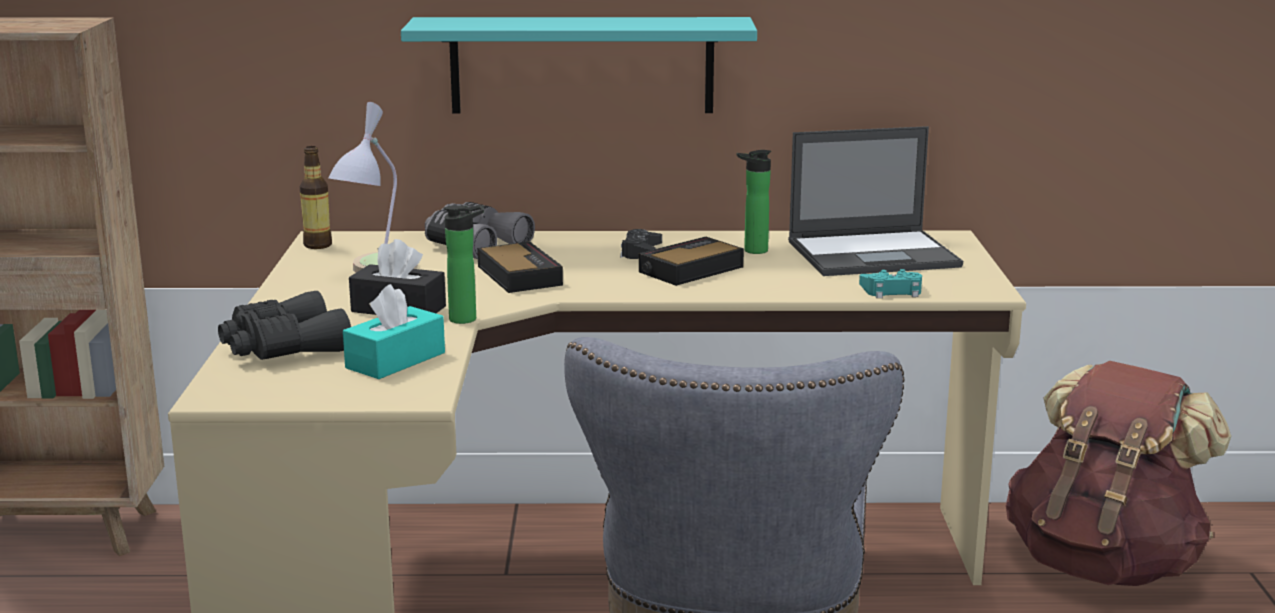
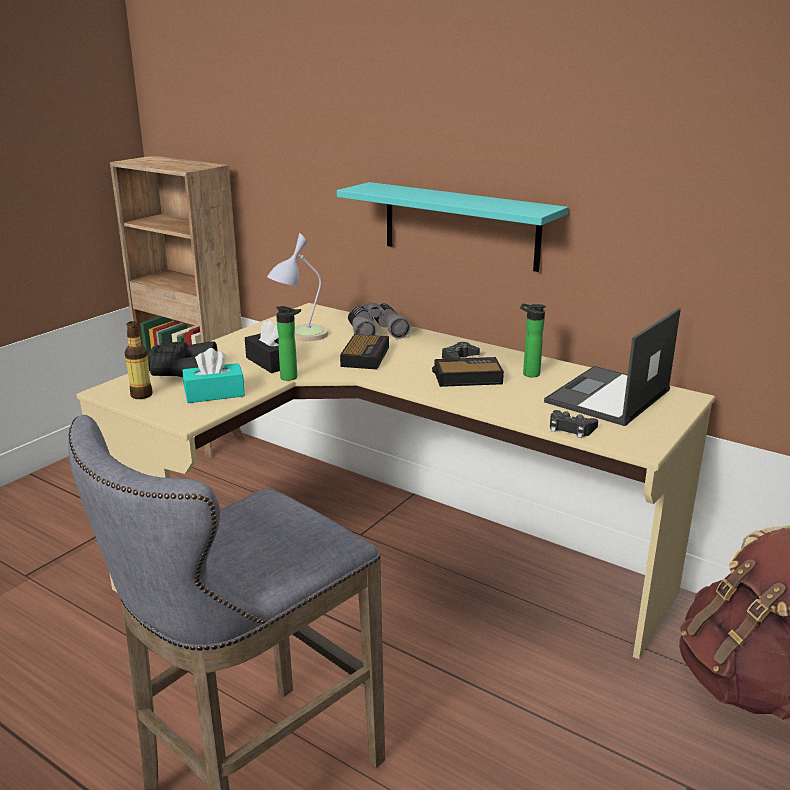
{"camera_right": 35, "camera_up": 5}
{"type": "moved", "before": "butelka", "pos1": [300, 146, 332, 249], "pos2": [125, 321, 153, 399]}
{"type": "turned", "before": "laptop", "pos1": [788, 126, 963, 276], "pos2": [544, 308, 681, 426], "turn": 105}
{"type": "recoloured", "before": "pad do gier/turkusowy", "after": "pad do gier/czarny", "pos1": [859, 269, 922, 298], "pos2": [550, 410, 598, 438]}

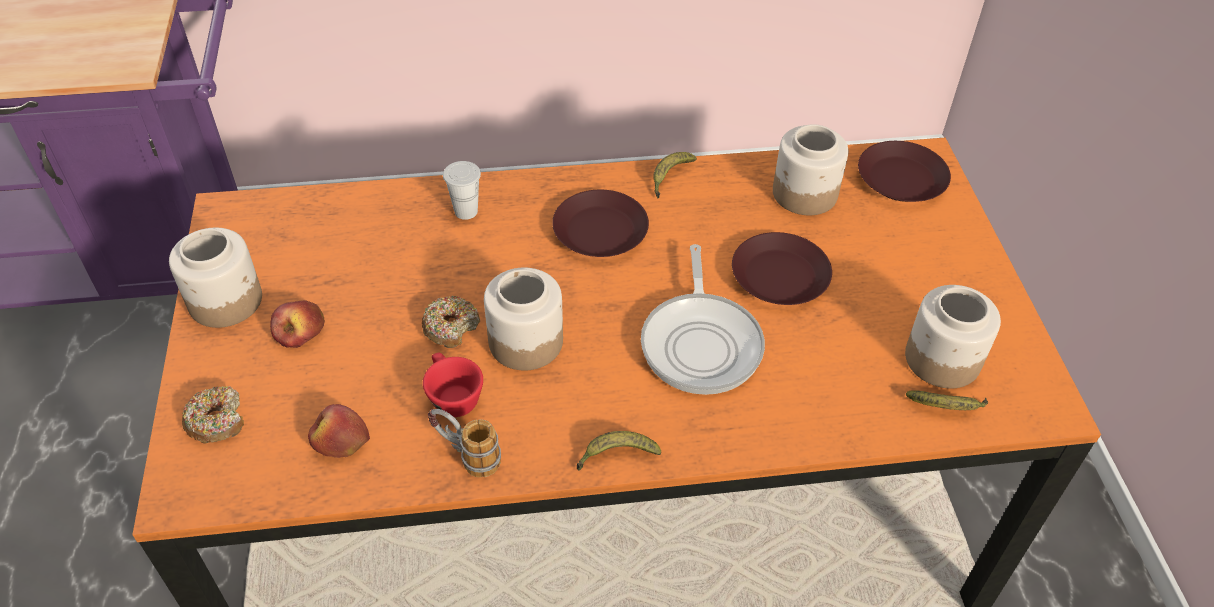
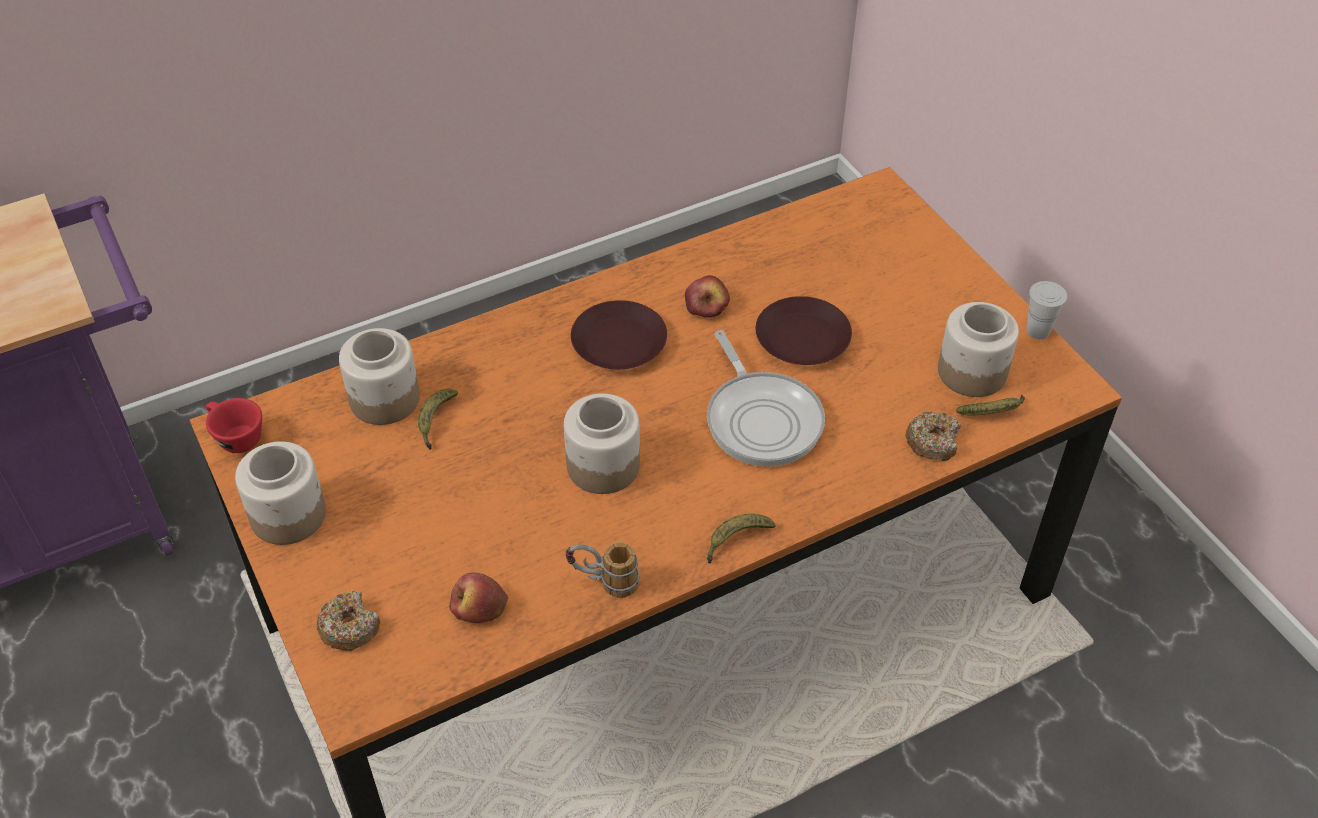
{"camera_right": -20, "camera_up": 0}
{"type": "moved", "before": "jabłko", "pos1": [270, 301, 325, 348], "pos2": [685, 275, 730, 318]}
{"type": "moved", "before": "donut", "pos1": [422, 296, 480, 348], "pos2": [905, 411, 961, 461]}
{"type": "moved", "before": "filiżanka/czerwony", "pos1": [423, 353, 483, 417], "pos2": [206, 398, 262, 453]}
{"type": "moved", "before": "filiżanka/biały", "pos1": [443, 161, 481, 220], "pos2": [1026, 281, 1068, 339]}
{"type": "moved", "before": "banan", "pos1": [653, 152, 697, 198], "pos2": [418, 389, 458, 450]}
{"type": "moved", "before": "słoik", "pos1": [773, 124, 848, 215], "pos2": [339, 328, 420, 425]}
{"type": "removed", "before": "talerz/brązowy", "pos1": [858, 141, 951, 202]}

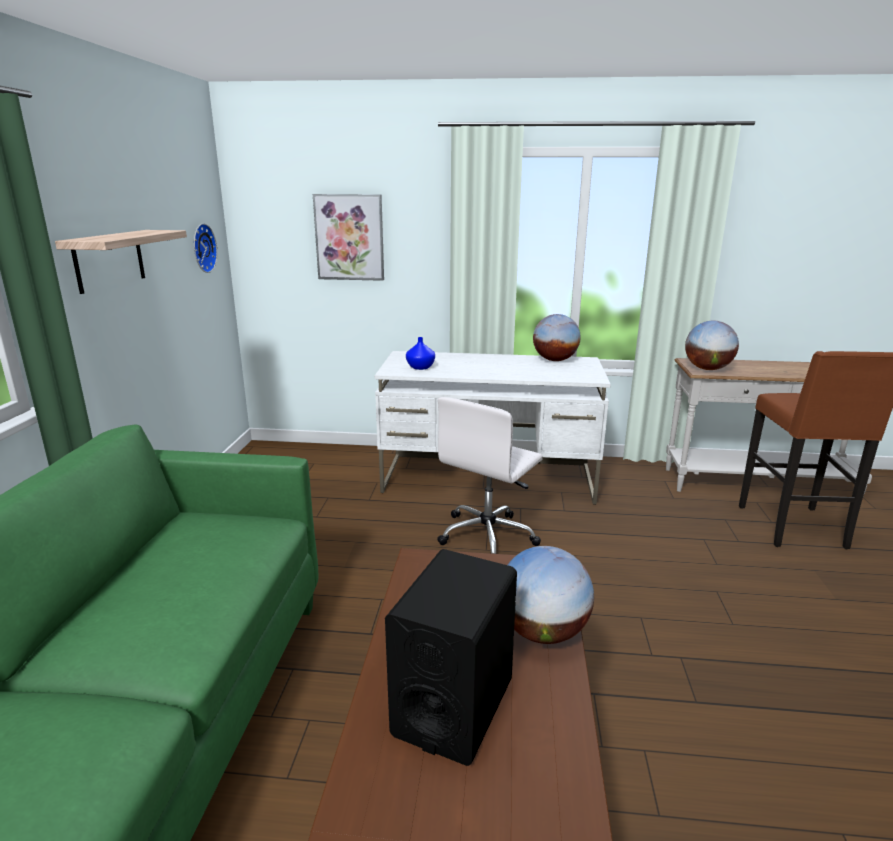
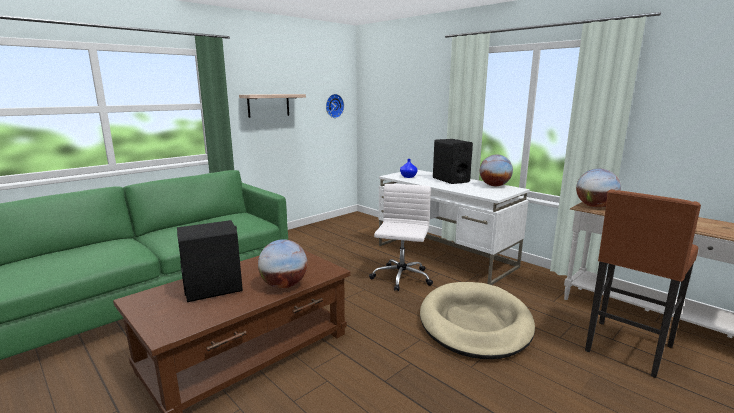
{"camera_right": 40, "camera_up": -5}
{"type": "removed", "before": "obraz", "pos1": [313, 194, 384, 281]}
{"type": "turned", "before": "krzesło biurowe/biały", "pos1": [437, 397, 543, 554], "pos2": [369, 184, 433, 291], "turn": 120}
{"type": "added", "after": "legowisko/beżowy", "pos2": [420, 282, 535, 359]}
{"type": "added", "after": "głośnik/czarny", "pos2": [433, 139, 473, 184]}

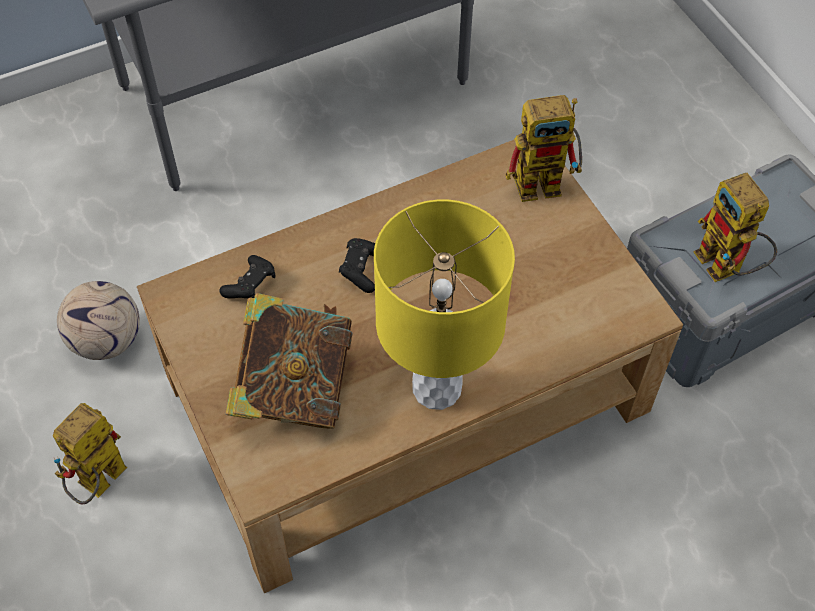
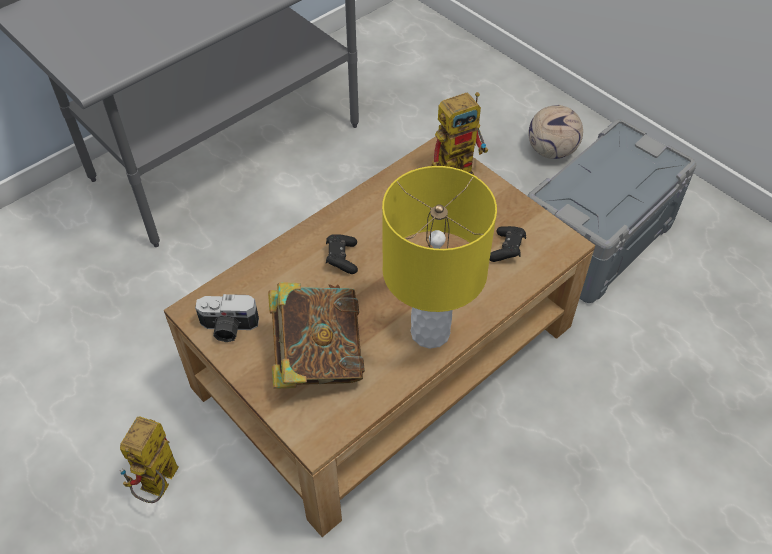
{"camera_right": -15, "camera_up": -5}
{"type": "moved", "before": "piłka futbolowa", "pos1": [57, 281, 140, 360], "pos2": [528, 105, 583, 159]}
{"type": "moved", "before": "pad do gier/czarny", "pos1": [220, 255, 275, 298], "pos2": [490, 226, 526, 262]}
{"type": "removed", "before": "robot zabawkowy", "pos1": [694, 173, 777, 282]}
{"type": "added", "after": "aparat fotograficzny", "pos2": [195, 294, 259, 342]}

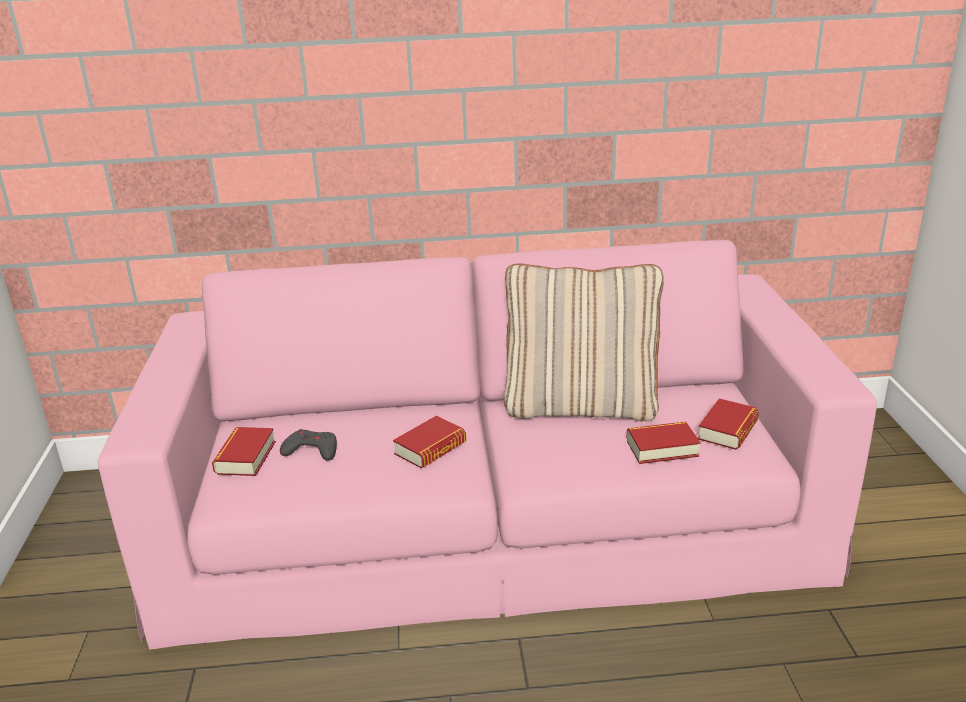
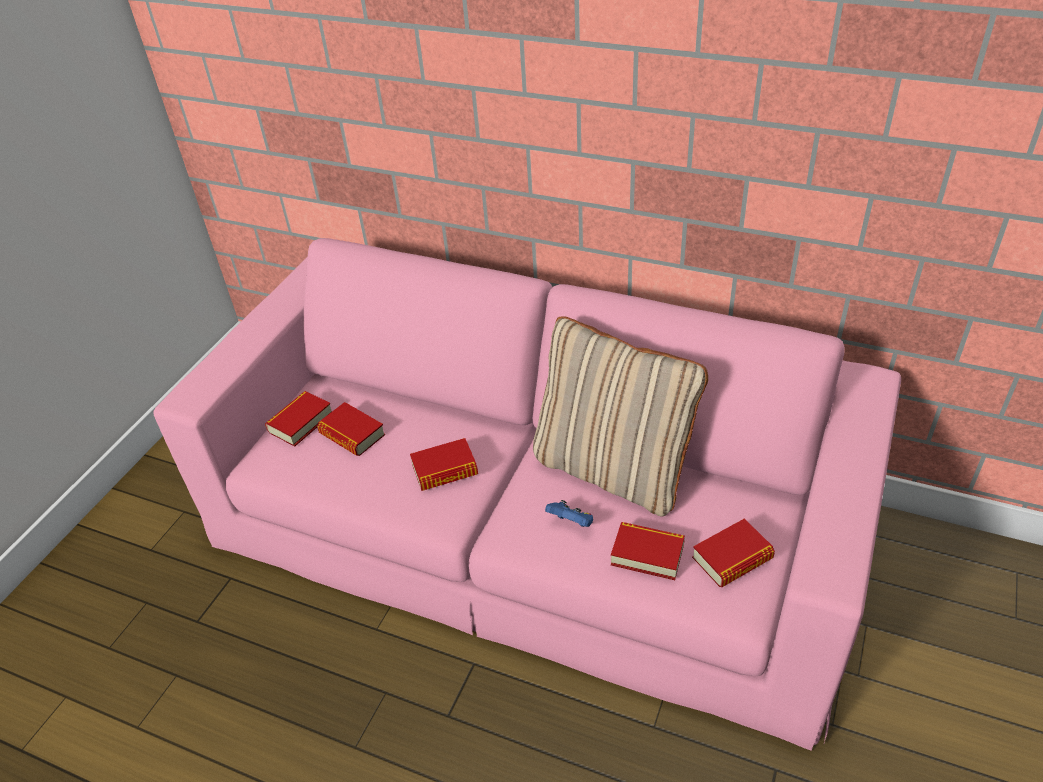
{"camera_right": 30, "camera_up": 15}
{"type": "replaced", "before": "pad do gier/szary", "after": "książka", "pos1": [280, 429, 337, 460], "pos2": [317, 402, 385, 456]}
{"type": "added", "after": "pad do gier/niebieski", "pos2": [545, 500, 593, 527]}

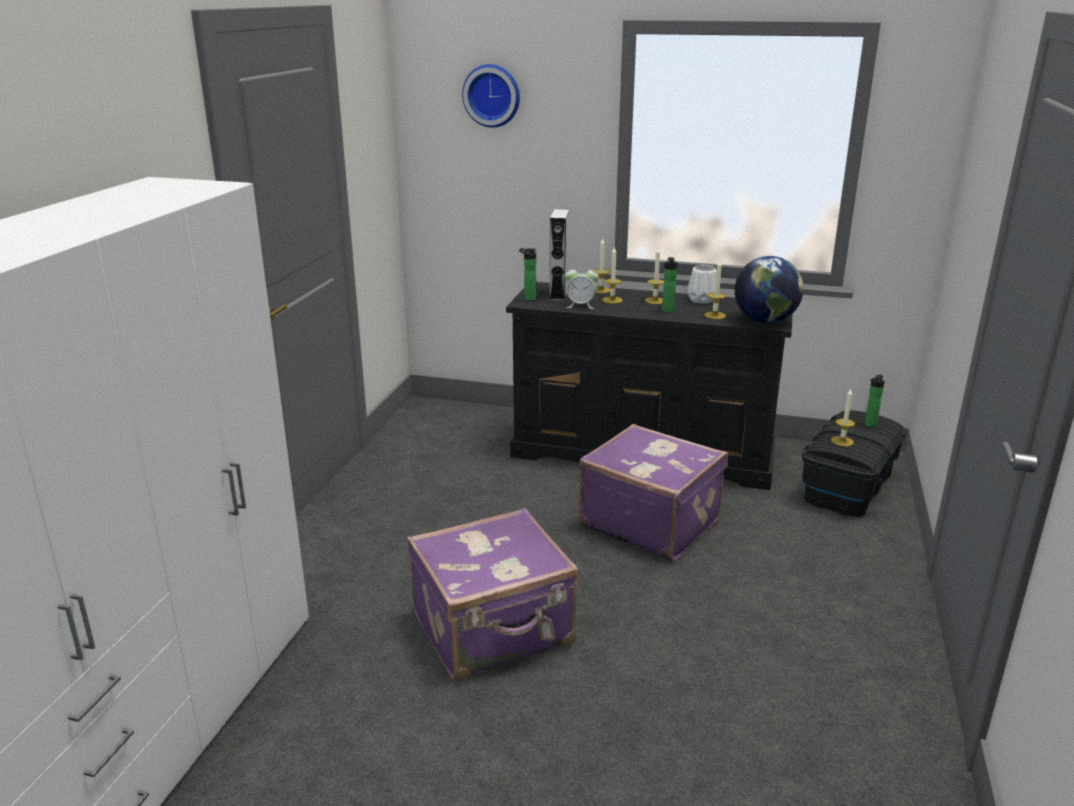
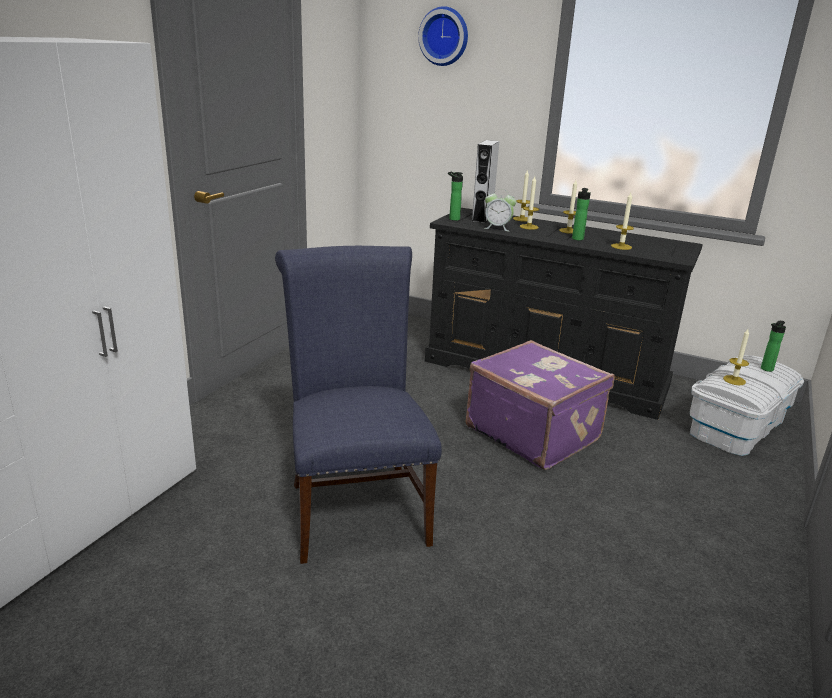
{"camera_right": 10, "camera_up": 0}
{"type": "replaced", "before": "walizka/fioletowy", "after": "krzesło/niebieski", "pos1": [407, 508, 578, 680], "pos2": [275, 246, 442, 564]}
{"type": "removed", "before": "wazon/biały", "pos1": [688, 265, 716, 304]}
{"type": "removed", "before": "globus", "pos1": [735, 256, 804, 323]}
{"type": "recoloured", "before": "pojemnik do przechowywania/czarny", "after": "pojemnik do przechowywania/biały", "pos1": [802, 410, 907, 517], "pos2": [690, 355, 804, 456]}

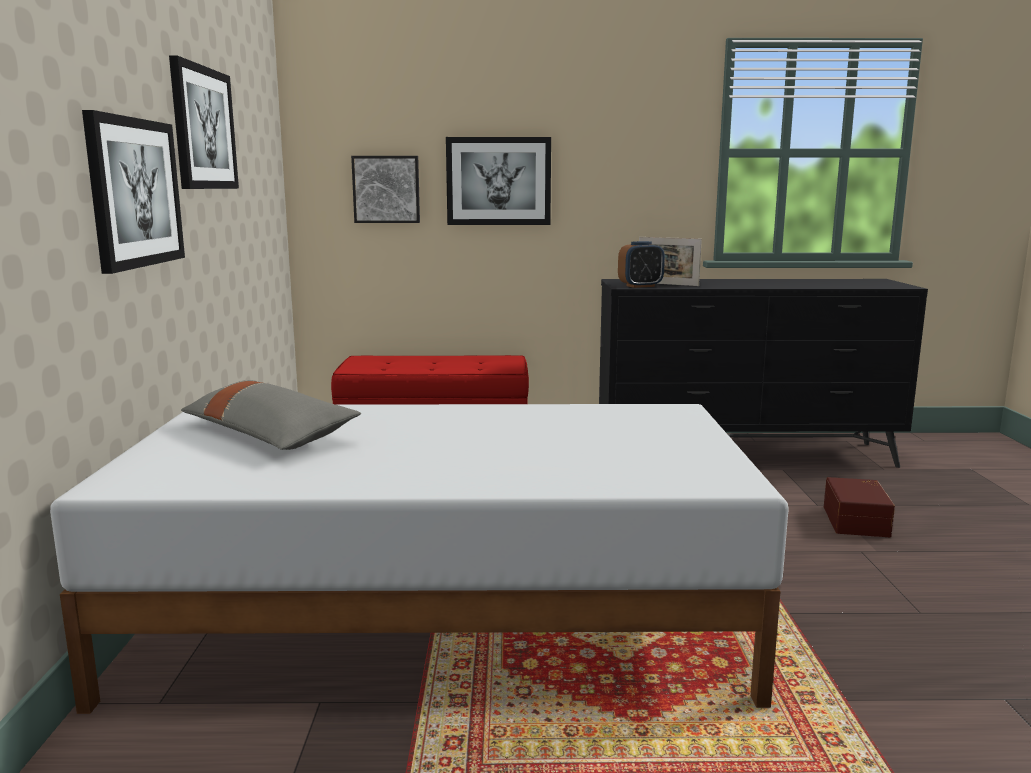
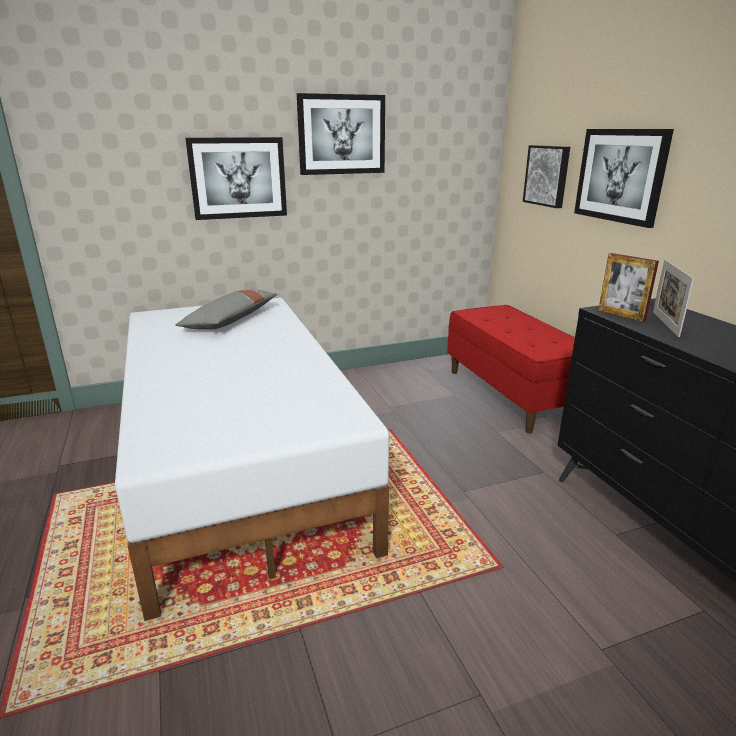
{"camera_right": 70, "camera_up": 10}
{"type": "replaced", "before": "budzik", "after": "ramka na zdjęcie", "pos1": [618, 241, 665, 288], "pos2": [598, 253, 659, 322]}
{"type": "removed", "before": "pojemnik do przechowywania/brązowy", "pos1": [824, 477, 895, 537]}

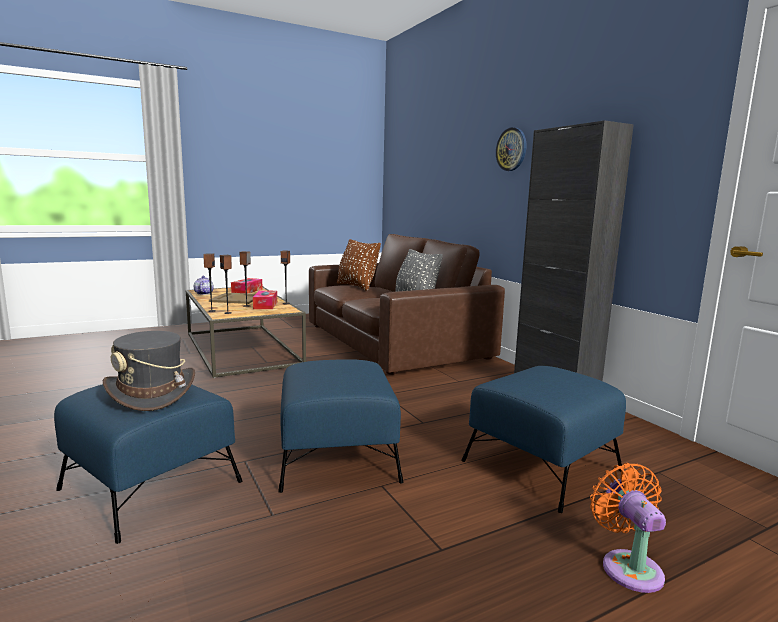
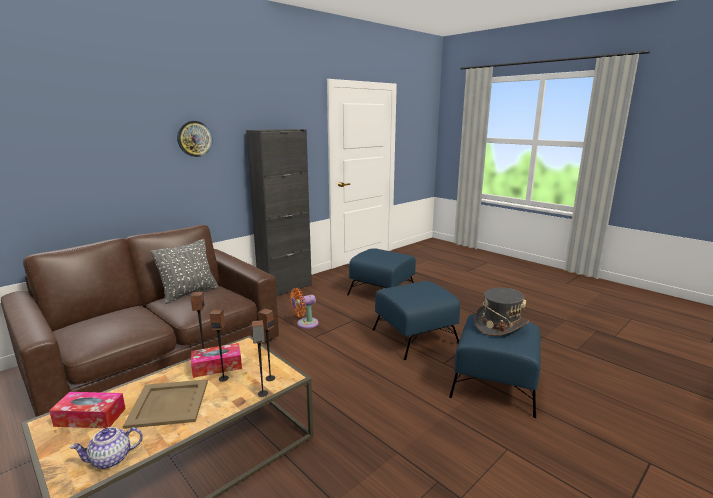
{"camera_right": -105, "camera_up": 5}
{"type": "removed", "before": "poduszka/brązowy", "pos1": [337, 239, 381, 291]}
{"type": "moved", "before": "wentylator/pomarańczowy", "pos1": [590, 463, 666, 593], "pos2": [290, 288, 319, 329]}

